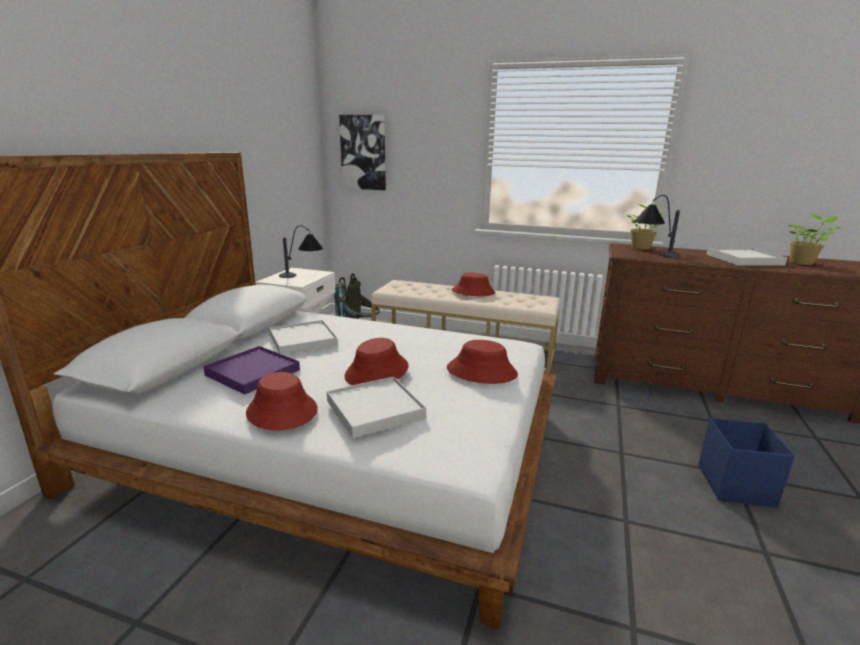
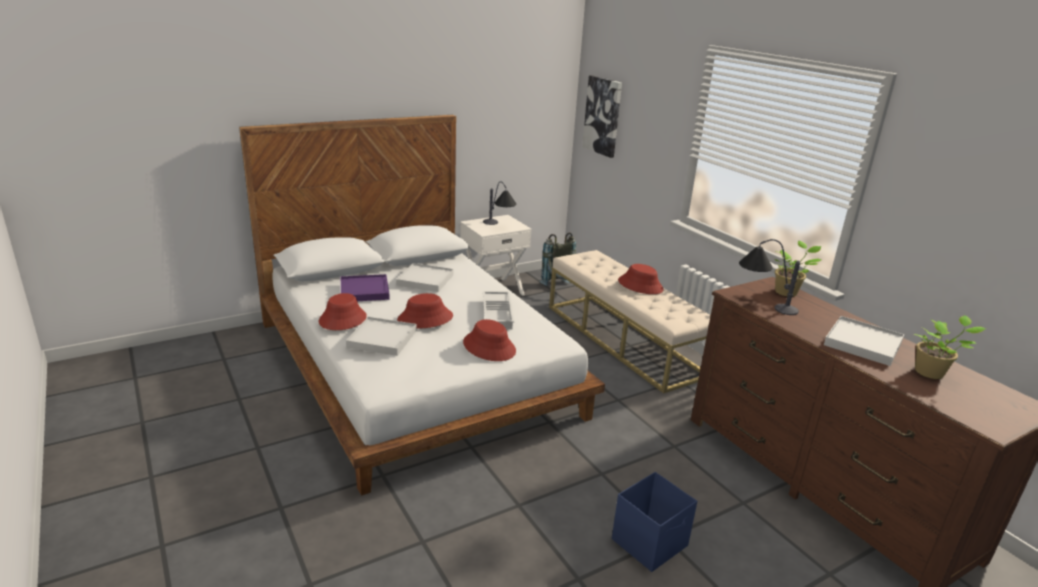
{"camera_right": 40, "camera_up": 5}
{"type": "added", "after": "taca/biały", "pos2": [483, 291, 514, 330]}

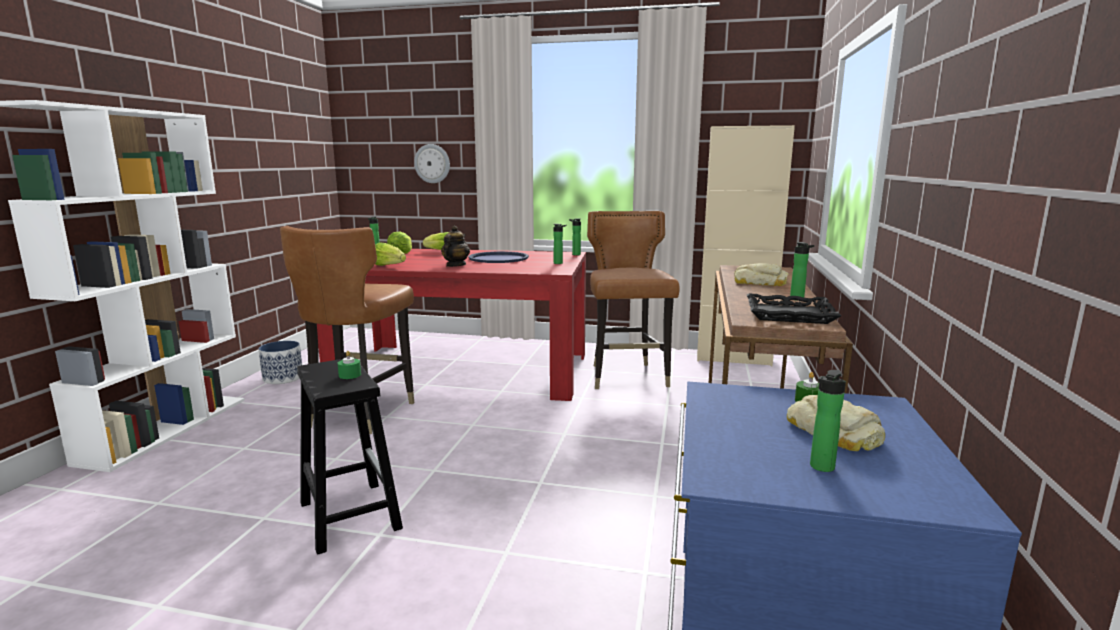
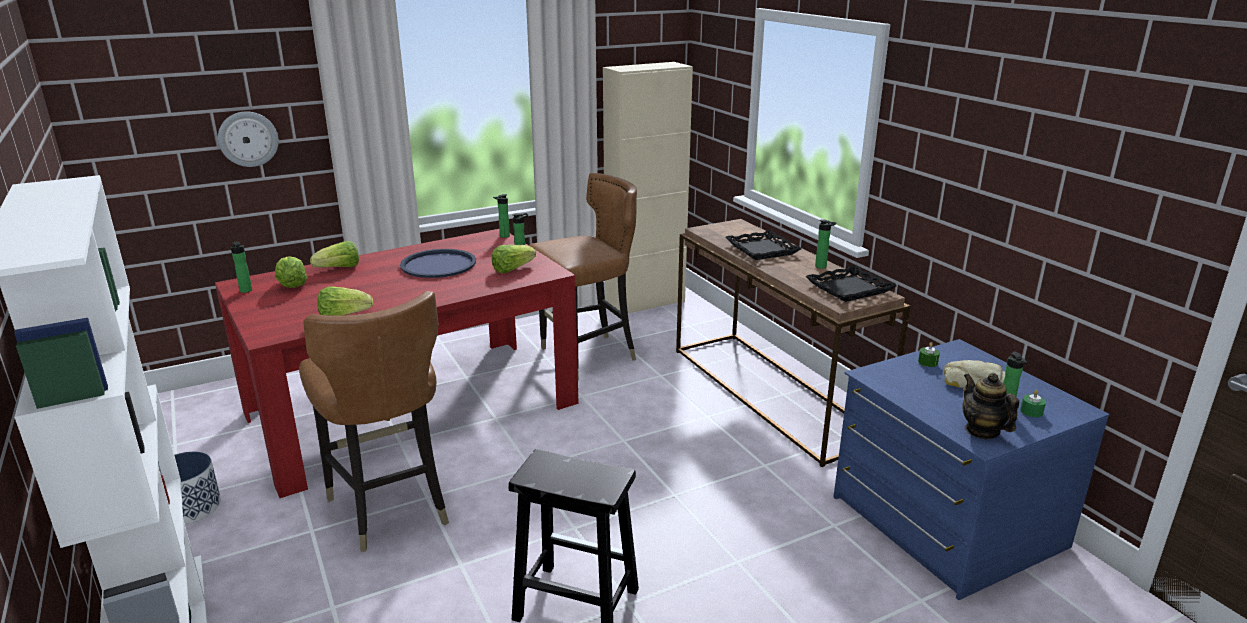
{"camera_right": -40, "camera_up": 10}
{"type": "moved", "before": "świeca/zielony", "pos1": [338, 351, 361, 379], "pos2": [1020, 390, 1046, 417]}
{"type": "moved", "before": "imbryk", "pos1": [441, 225, 470, 267], "pos2": [962, 373, 1019, 439]}
{"type": "turned", "before": "krzesło/brązowy", "pos1": [587, 211, 680, 389], "pos2": [529, 173, 637, 380], "turn": 105}
{"type": "replaced", "before": "chleb", "after": "taca/czarny", "pos1": [734, 263, 788, 286], "pos2": [726, 230, 802, 260]}
{"type": "added", "after": "sałata", "pos2": [492, 245, 536, 273]}

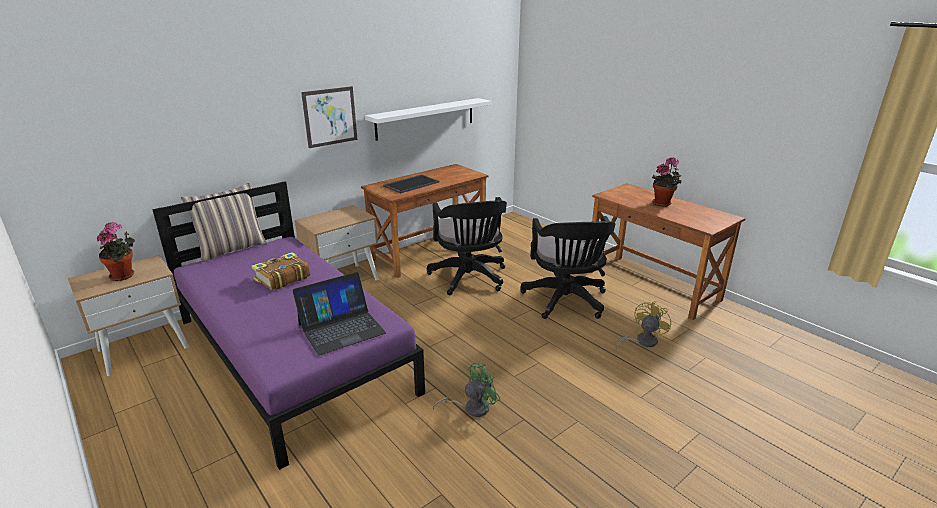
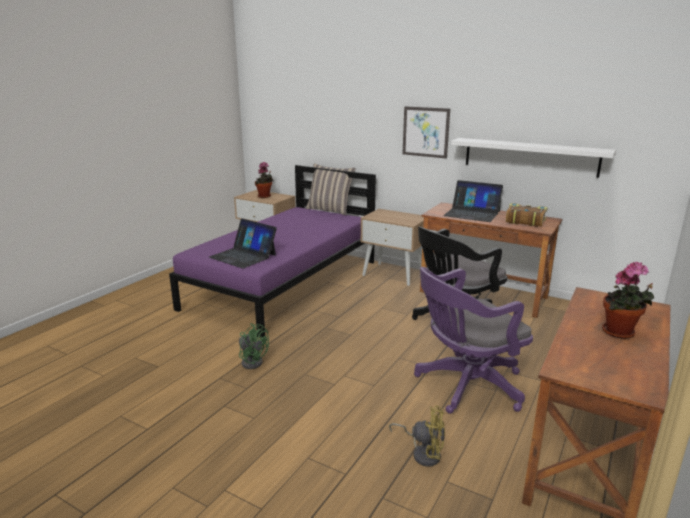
{"camera_right": 70, "camera_up": -5}
{"type": "moved", "before": "książka", "pos1": [252, 252, 310, 290], "pos2": [506, 203, 548, 227]}
{"type": "replaced", "before": "taca", "after": "laptop", "pos1": [383, 174, 439, 193], "pos2": [443, 180, 503, 222]}
{"type": "recoloured", "before": "krzesło biurowe/czarny", "after": "krzesło biurowe/fioletowy", "pos1": [520, 216, 615, 319], "pos2": [414, 267, 533, 414]}

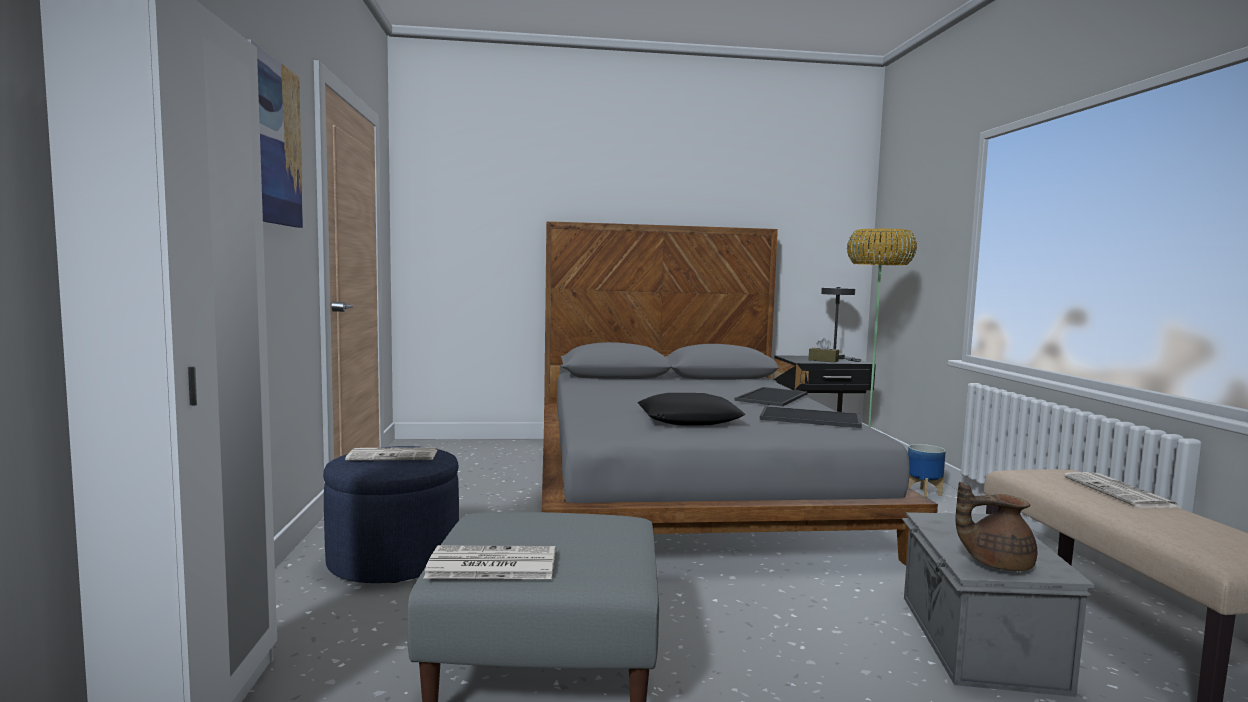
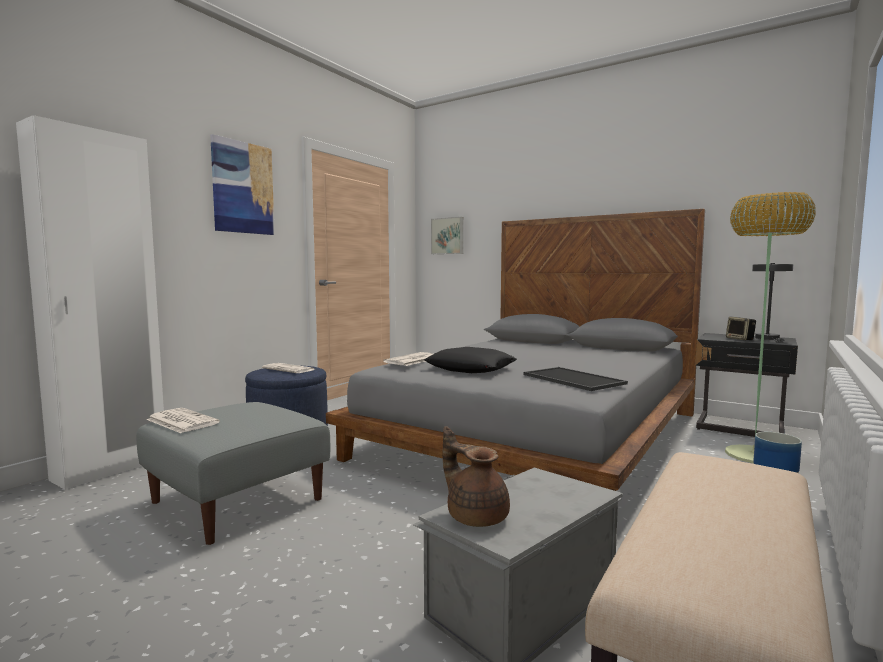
{"camera_right": 40, "camera_up": 0}
{"type": "removed", "before": "taca", "pos1": [734, 387, 807, 407]}
{"type": "replaced", "before": "pudełko chusteczek/brązowy", "after": "głośnik", "pos1": [809, 338, 839, 363], "pos2": [726, 317, 756, 340]}
{"type": "moved", "before": "gazeta", "pos1": [1063, 472, 1179, 508], "pos2": [383, 352, 433, 366]}
{"type": "added", "after": "obraz", "pos2": [431, 217, 463, 254]}

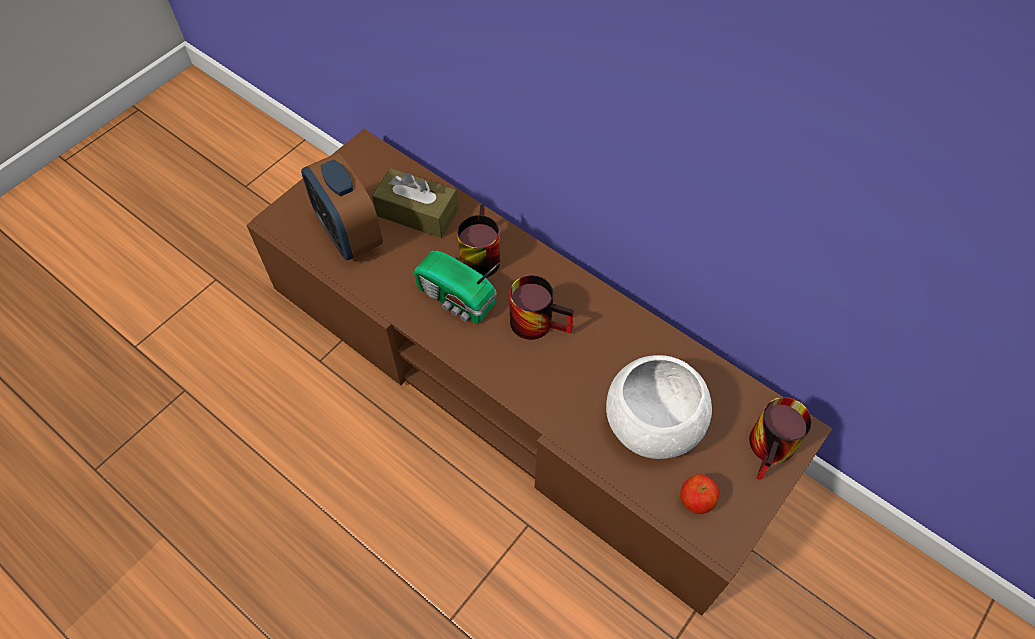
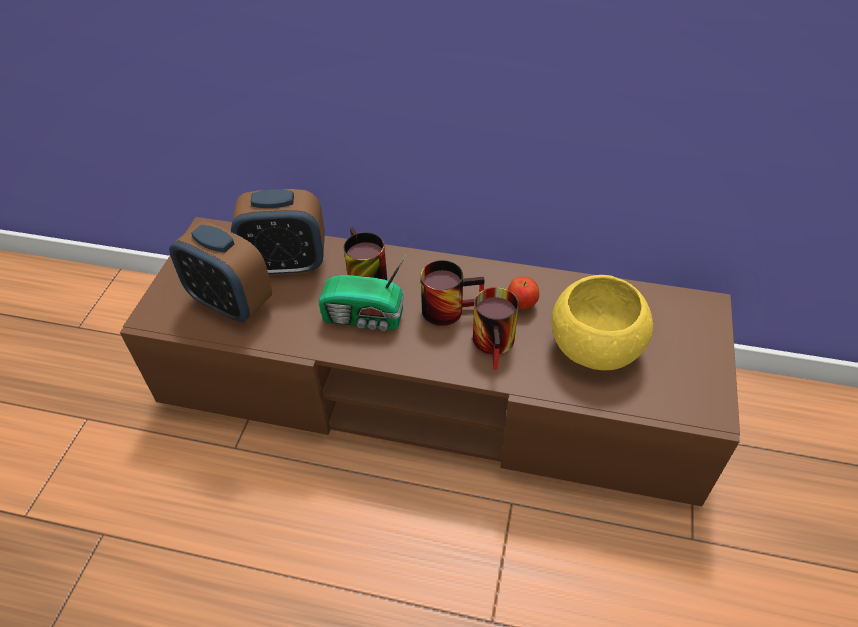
{"camera_right": -25, "camera_up": -10}
{"type": "replaced", "before": "pudełko chusteczek/brązowy", "after": "budzik", "pos1": [372, 168, 458, 238], "pos2": [231, 189, 325, 276]}
{"type": "recoloured", "before": "miska/biały", "after": "miska/żółty", "pos1": [606, 355, 712, 459], "pos2": [552, 275, 653, 370]}
{"type": "moved", "before": "jabłko", "pos1": [680, 474, 719, 514], "pos2": [508, 277, 539, 310]}
{"type": "moved", "before": "kubek", "pos1": [749, 397, 812, 480], "pos2": [473, 287, 519, 369]}

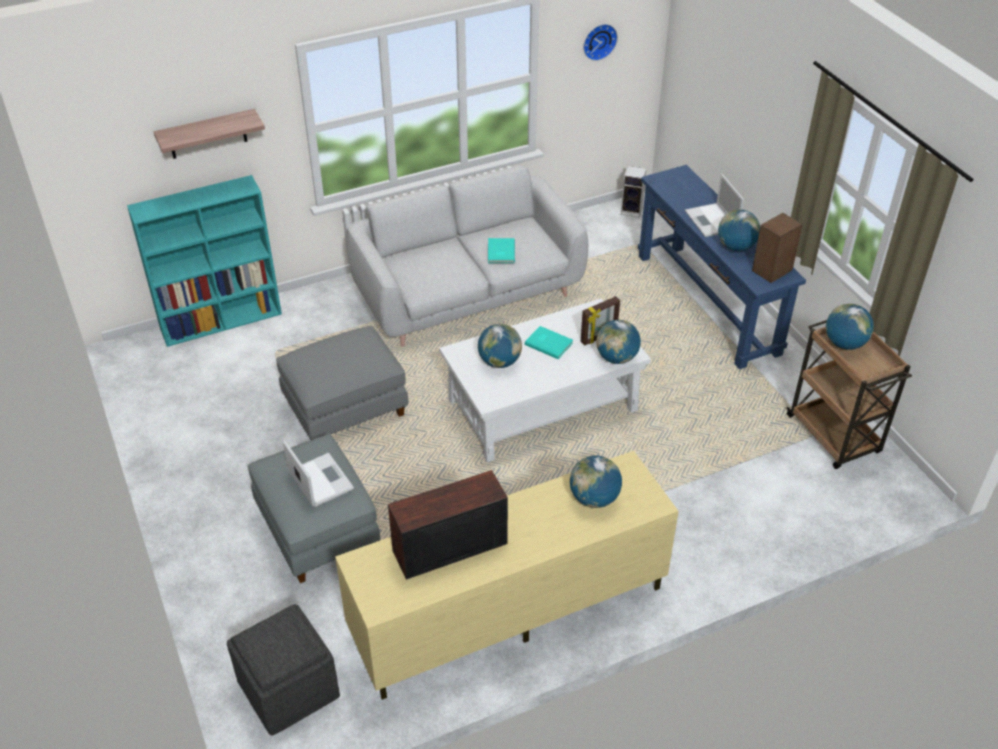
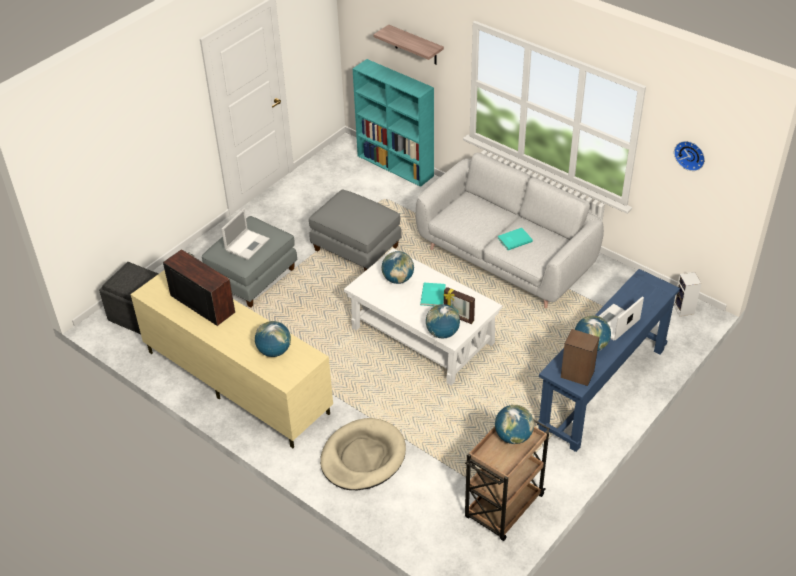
{"camera_right": 65, "camera_up": 0}
{"type": "added", "after": "legowisko/beżowy", "pos2": [320, 418, 406, 490]}

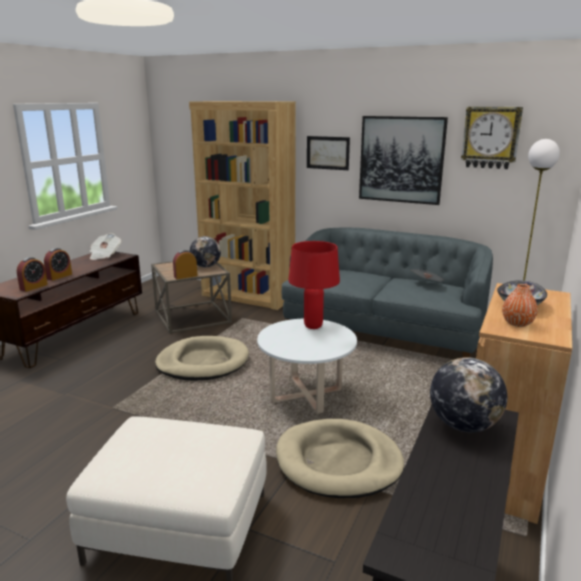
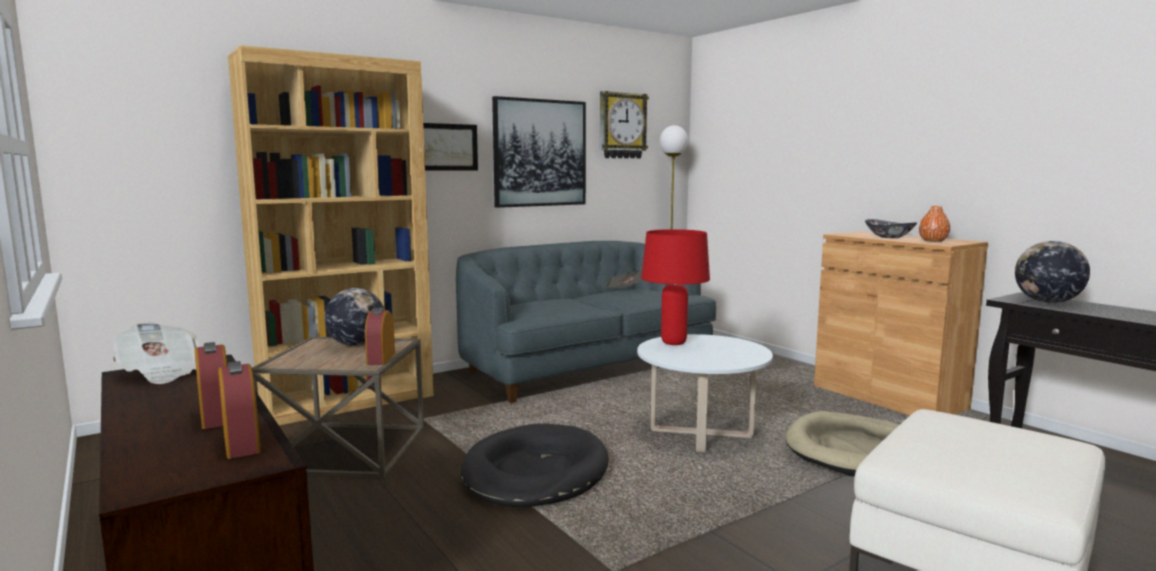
{"camera_right": -60, "camera_up": -10}
{"type": "recoloured", "before": "legowisko/beżowy", "after": "legowisko/czarny", "pos1": [155, 336, 249, 381], "pos2": [461, 424, 609, 507]}

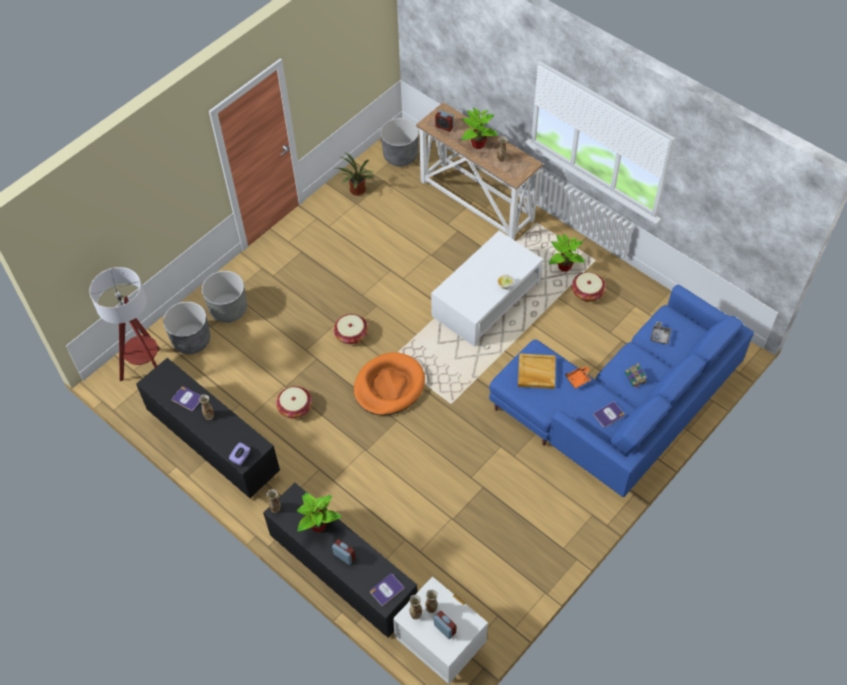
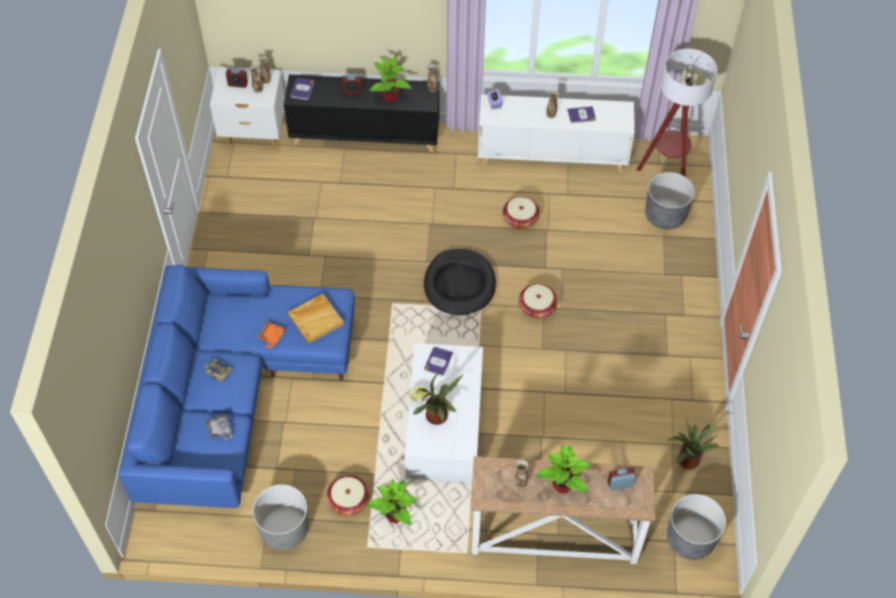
{"camera_right": 140, "camera_up": 0}
{"type": "recoloured", "before": "szafka/czarny", "after": "szafka/biały", "pos1": [136, 358, 280, 500], "pos2": [478, 94, 635, 172]}
{"type": "moved", "before": "donica/szary", "pos1": [202, 271, 247, 323], "pos2": [252, 484, 309, 550]}
{"type": "recoloured", "before": "legowisko/pomarańczowy", "after": "legowisko/czarny", "pos1": [354, 352, 425, 415], "pos2": [424, 249, 496, 315]}
{"type": "moved", "before": "książka", "pos1": [593, 401, 625, 427], "pos2": [424, 347, 453, 376]}
{"type": "added", "after": "roślina doniczkowa", "pos2": [412, 370, 463, 425]}

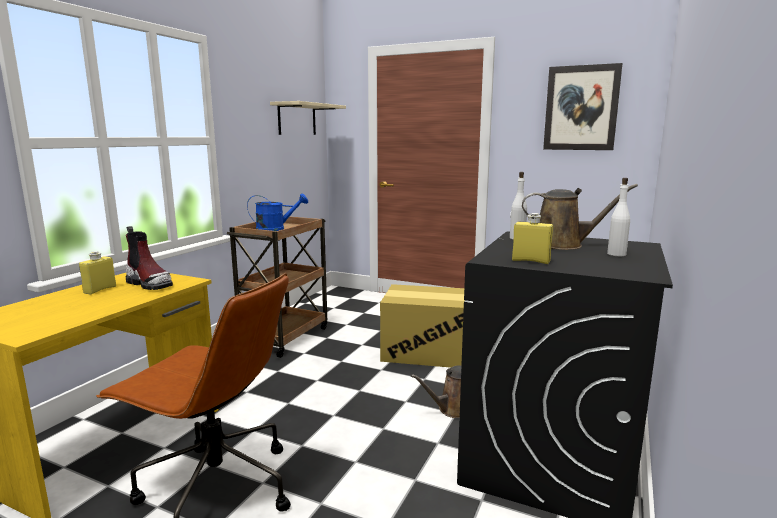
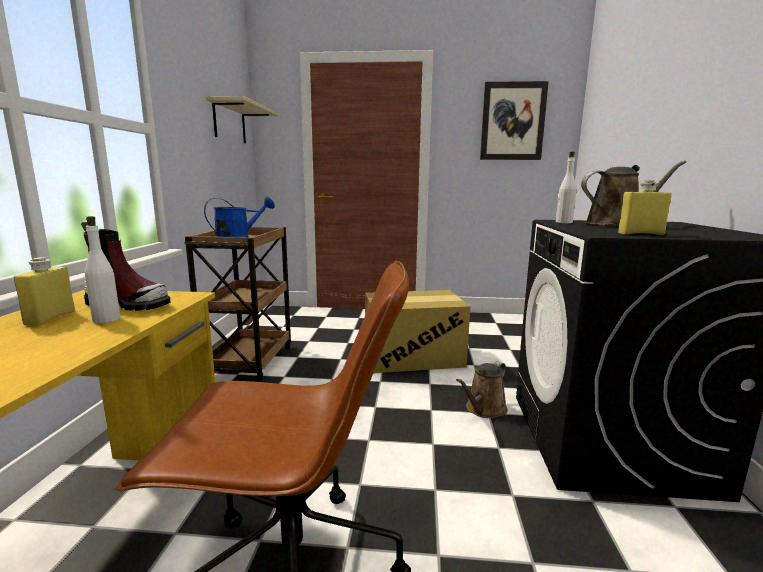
{"camera_right": -20, "camera_up": 0}
{"type": "moved", "before": "butelka/biały", "pos1": [607, 178, 630, 256], "pos2": [85, 216, 120, 323]}

